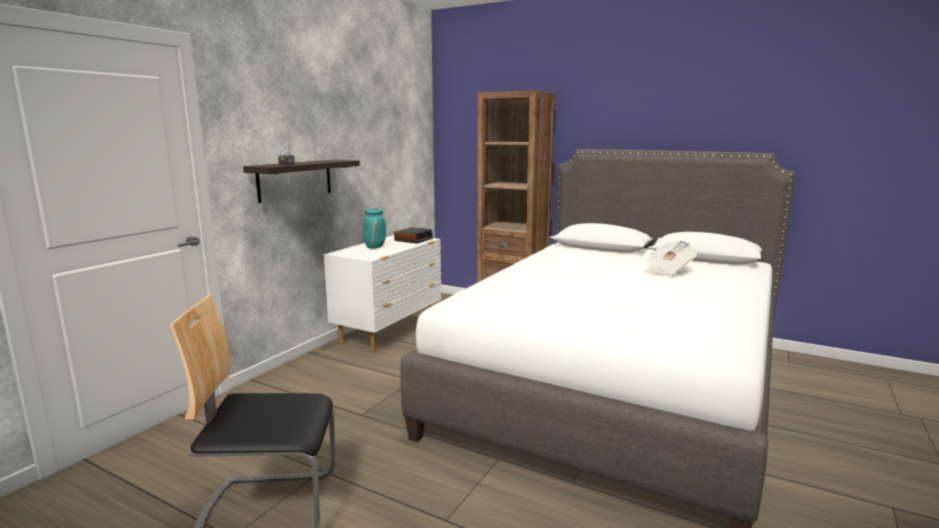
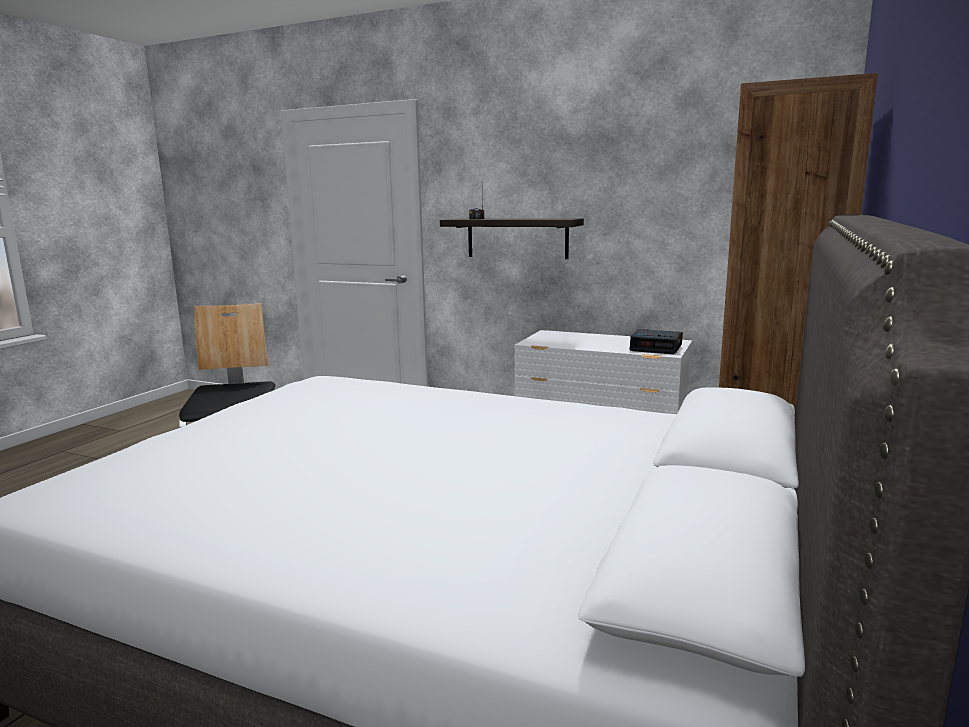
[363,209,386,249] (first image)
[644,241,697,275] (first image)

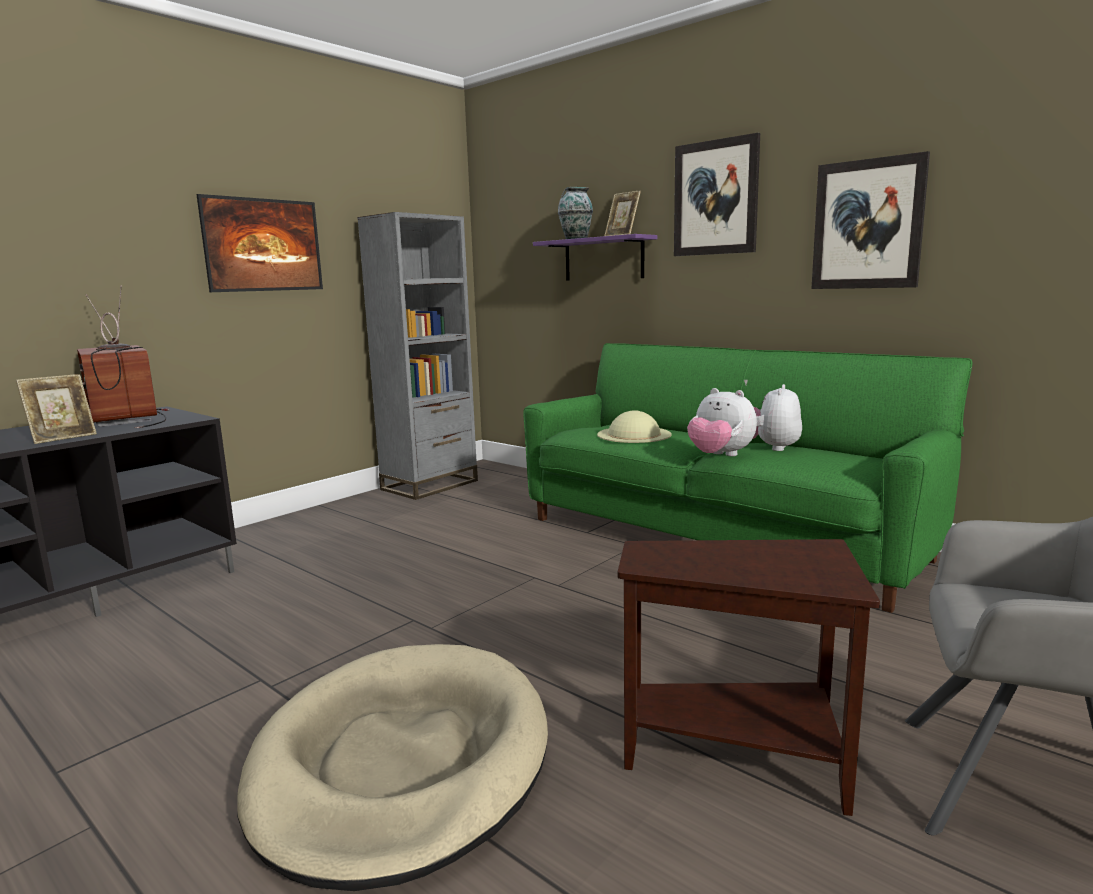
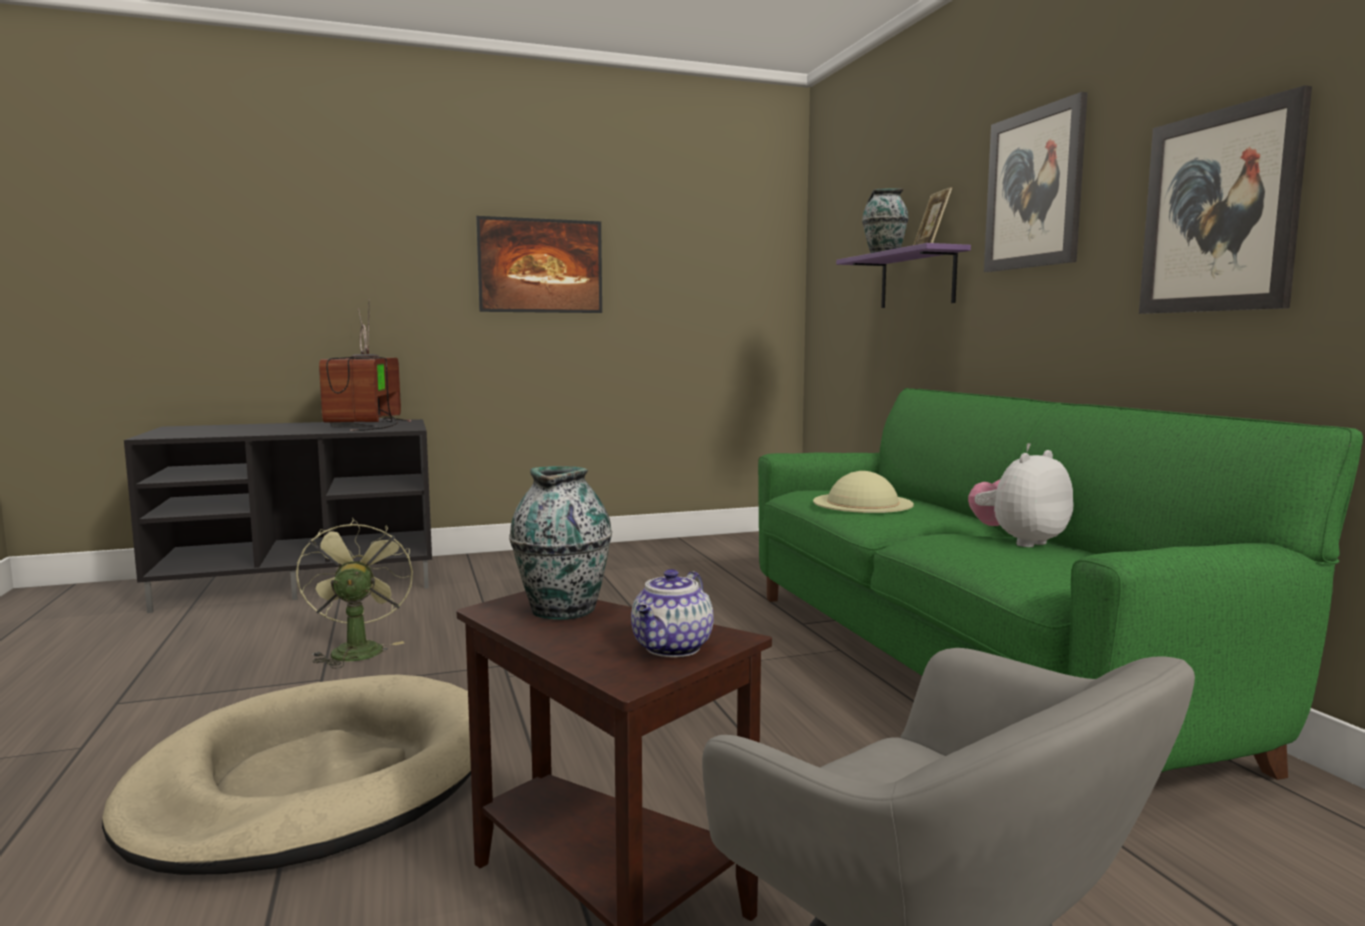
[16,374,97,444] (first image)
[357,212,478,500] (first image)
[687,388,757,456] (first image)
[296,518,413,669]
[509,466,612,620]
[631,569,714,657]

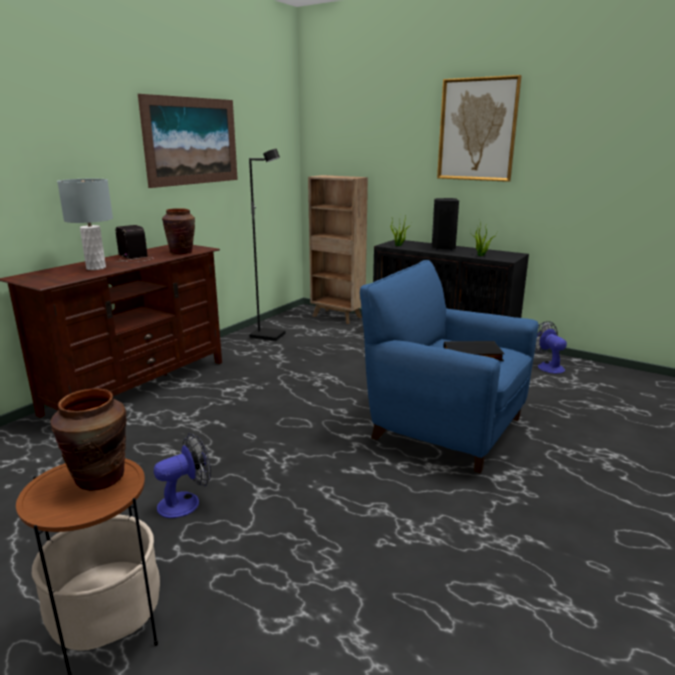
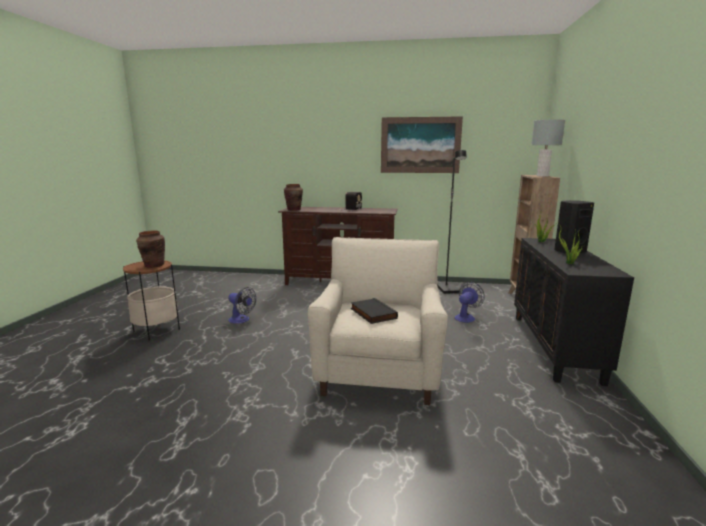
[437,75,522,182] (first image)
[532,119,565,177]
[284,184,303,211]
[455,282,485,323]
[308,237,448,405]

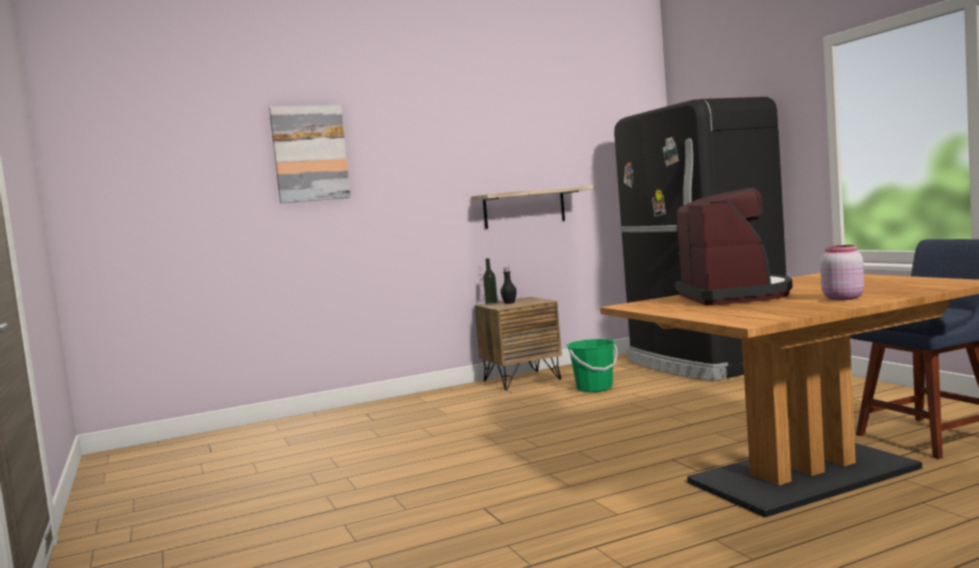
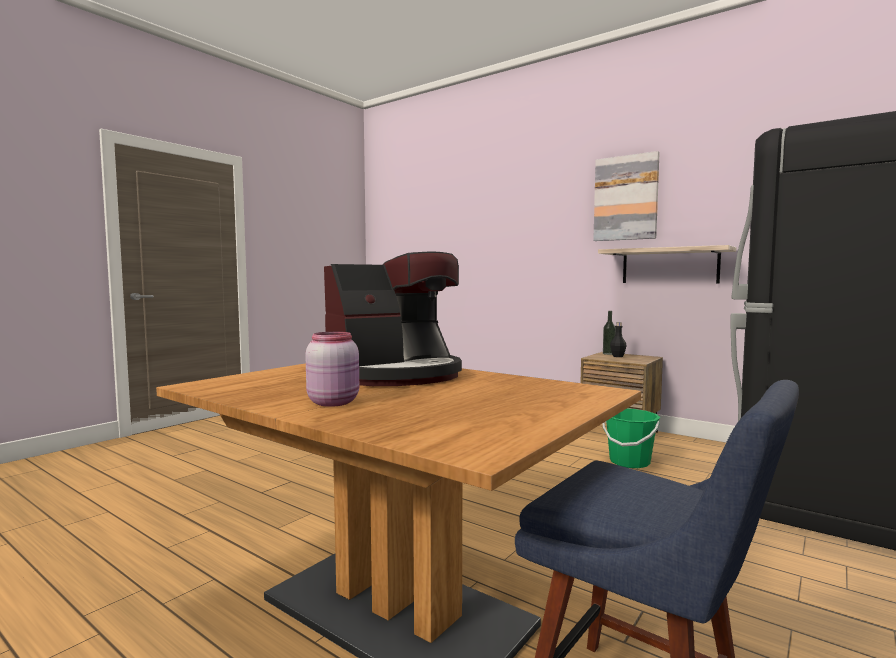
[593,151,660,241]

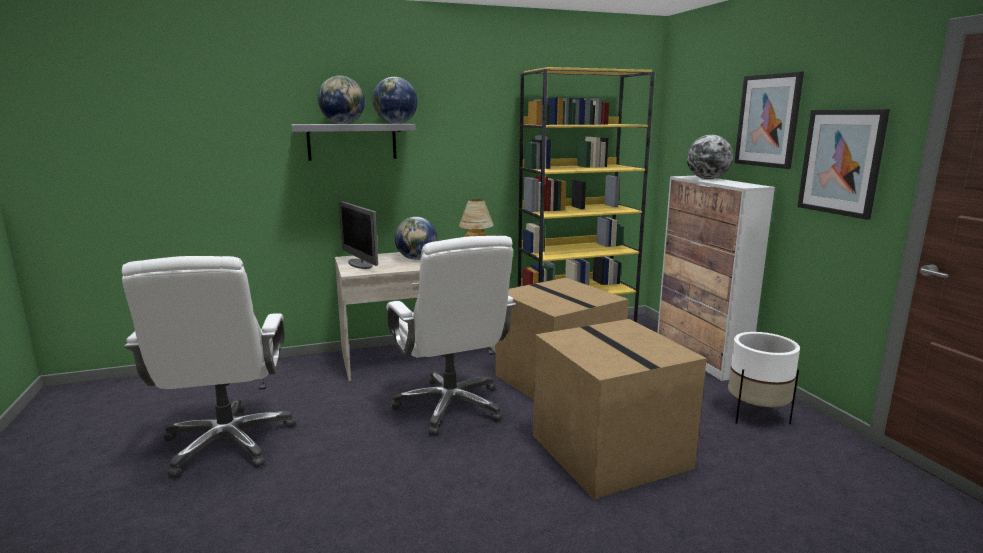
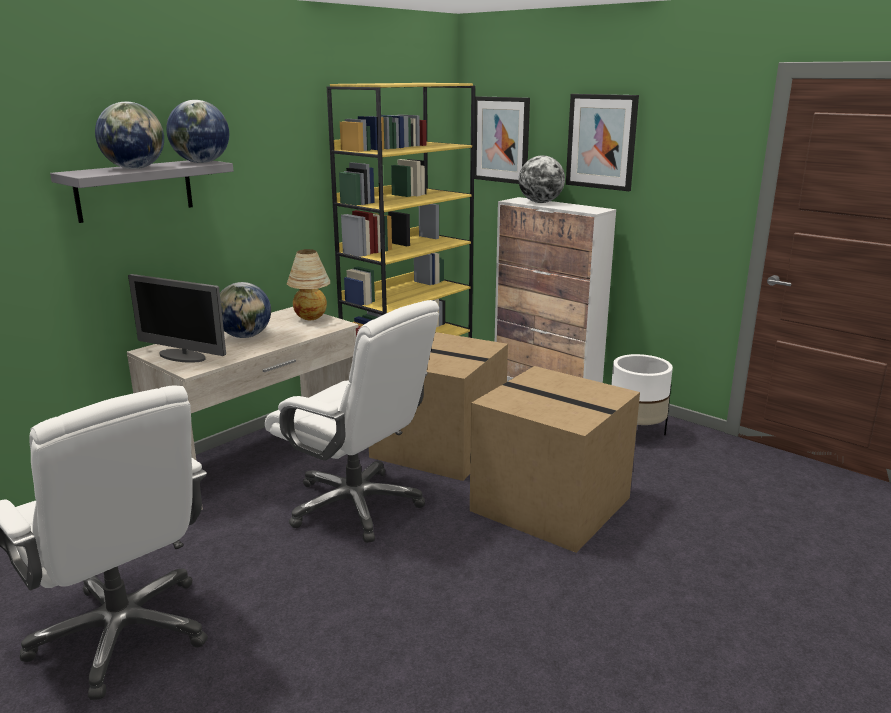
[474,96,530,184]

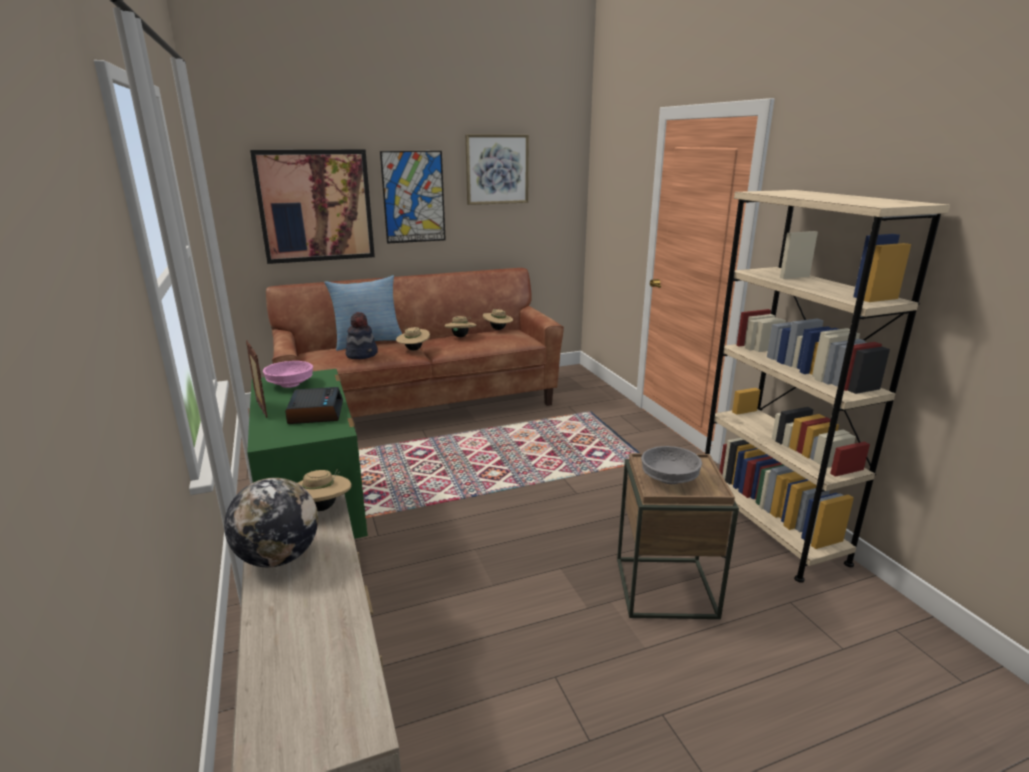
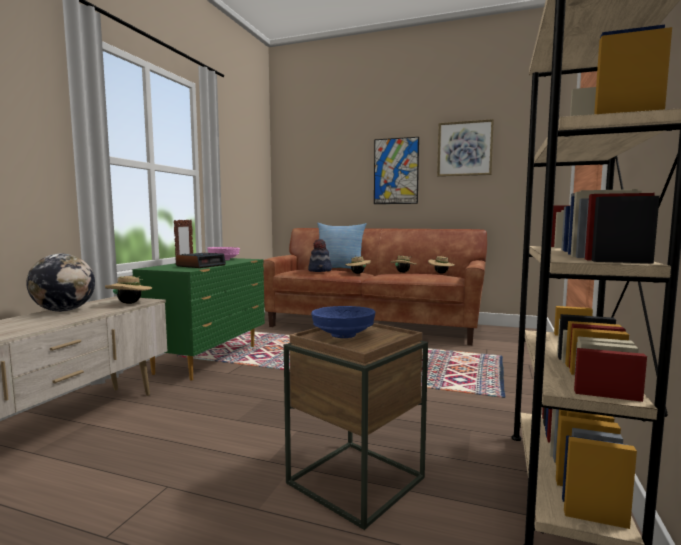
[250,149,375,264] (first image)
[311,306,375,338]

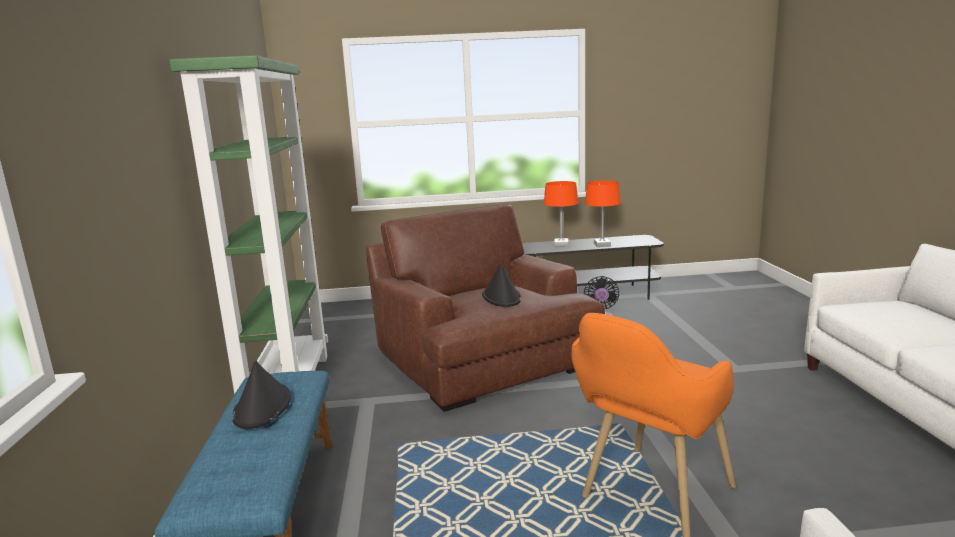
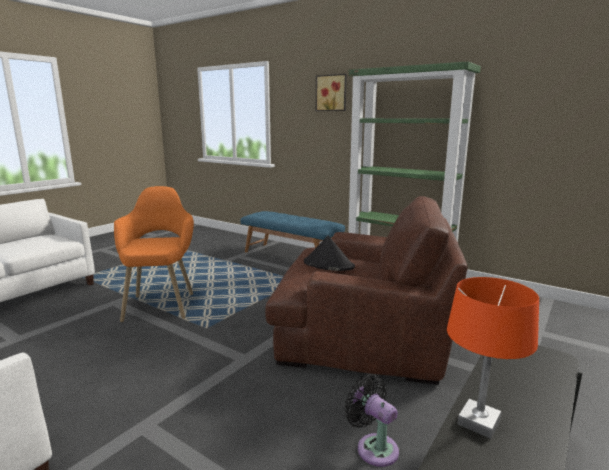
[232,361,291,429] (first image)
[544,181,578,247] (first image)
[316,74,347,111]

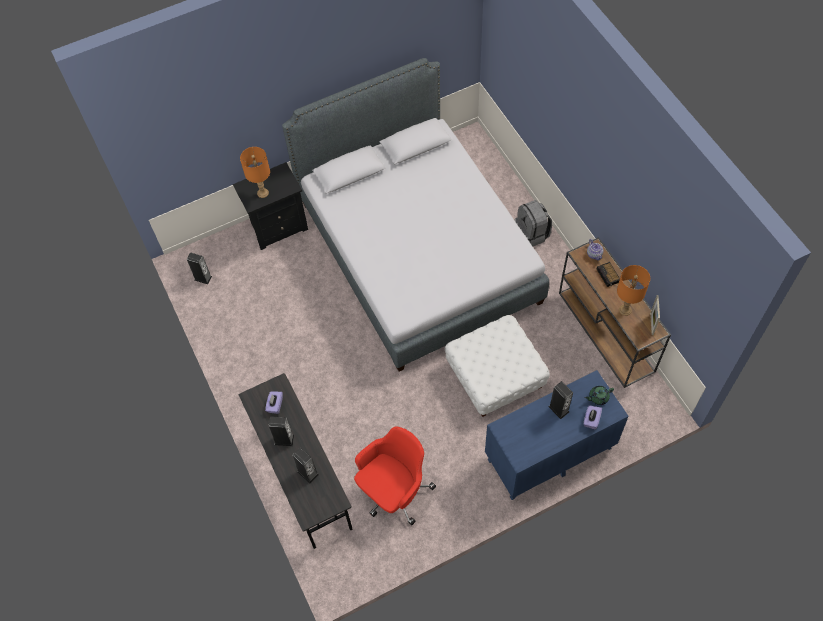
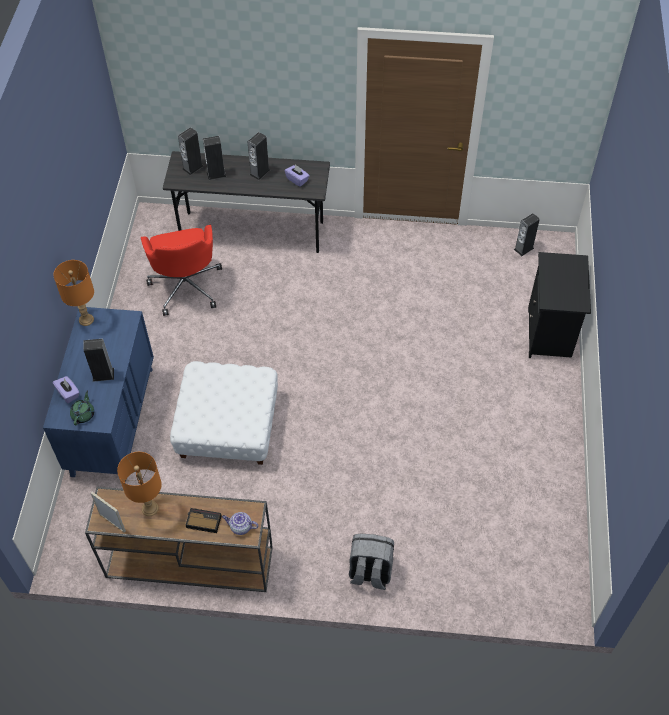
[282,58,549,372] (first image)
[178,127,203,175]
[53,260,94,326]

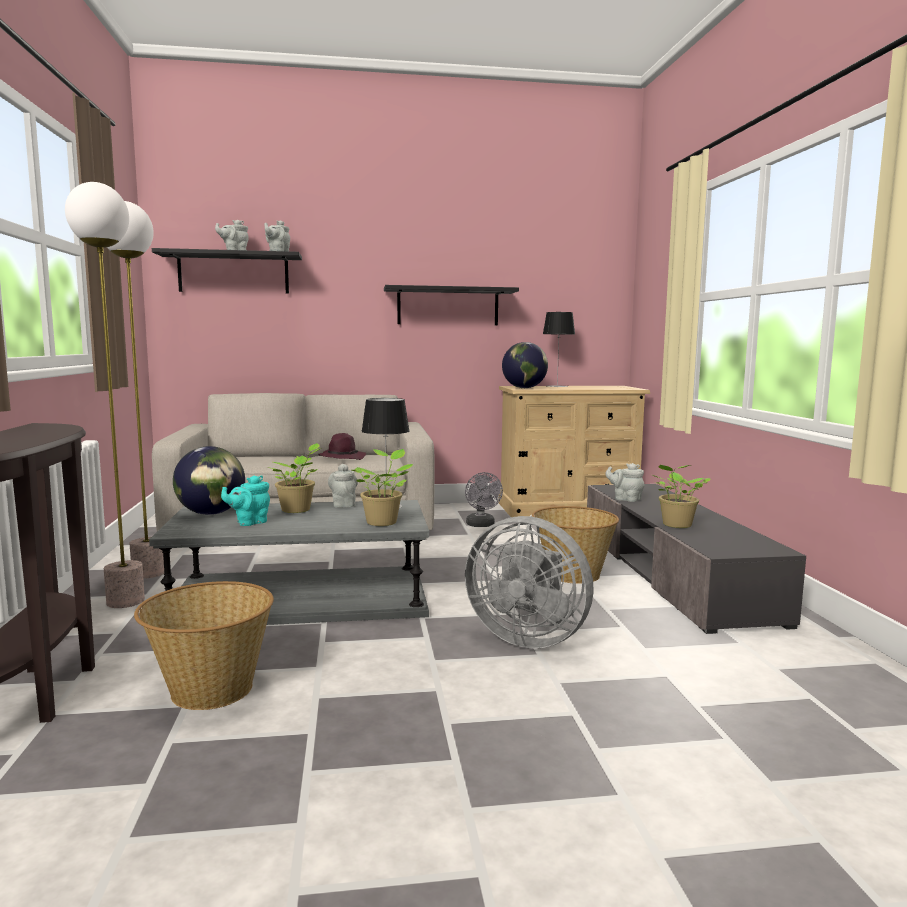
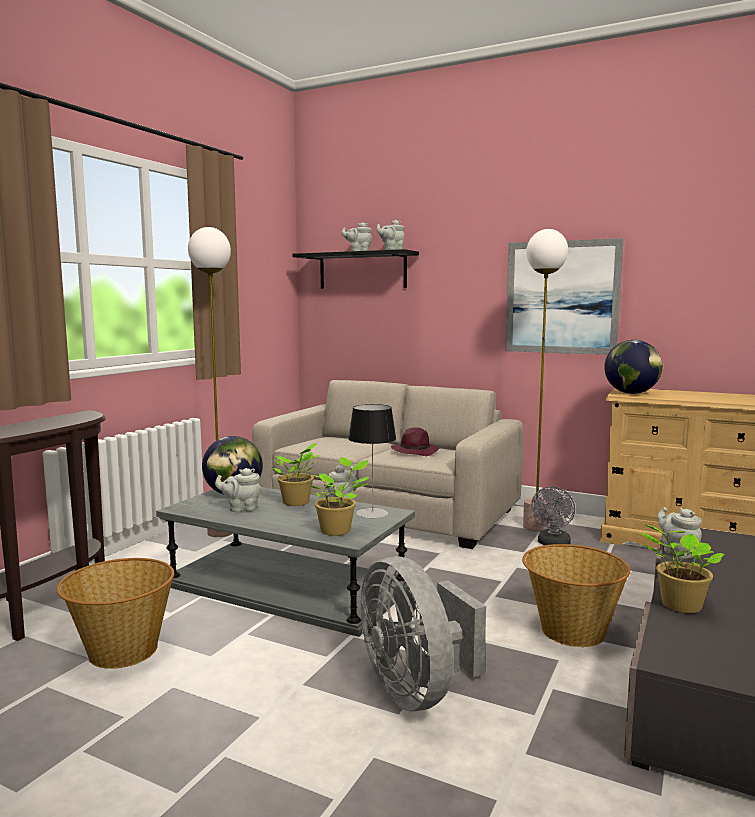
[543,312,575,387] (first image)
[523,229,568,532]
[505,238,624,355]
[215,468,261,512]

